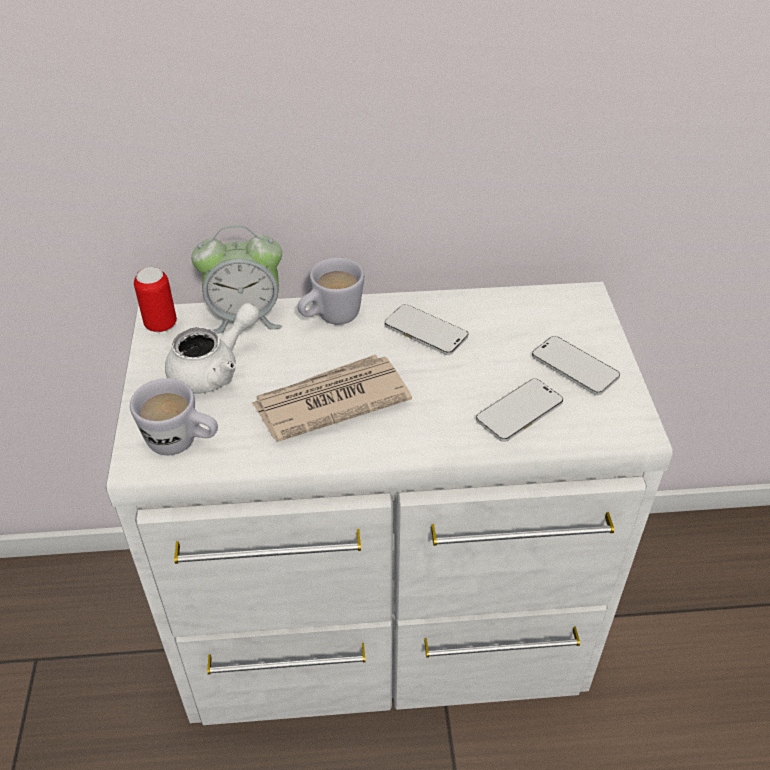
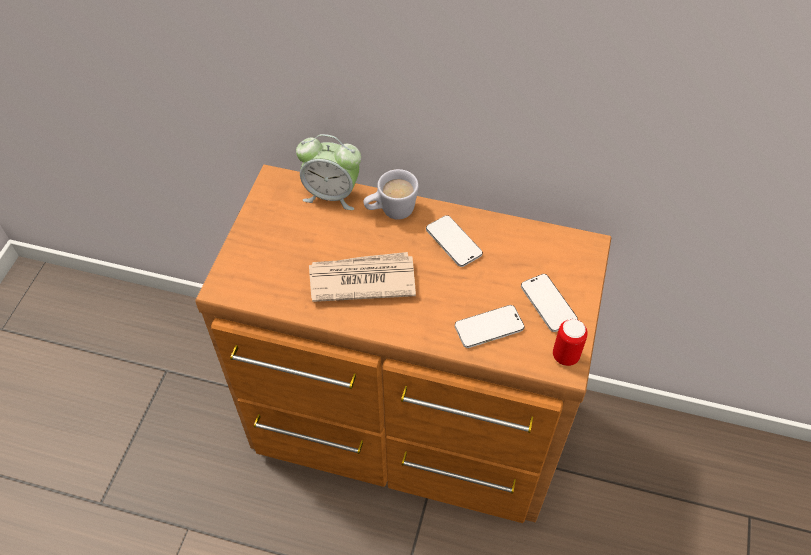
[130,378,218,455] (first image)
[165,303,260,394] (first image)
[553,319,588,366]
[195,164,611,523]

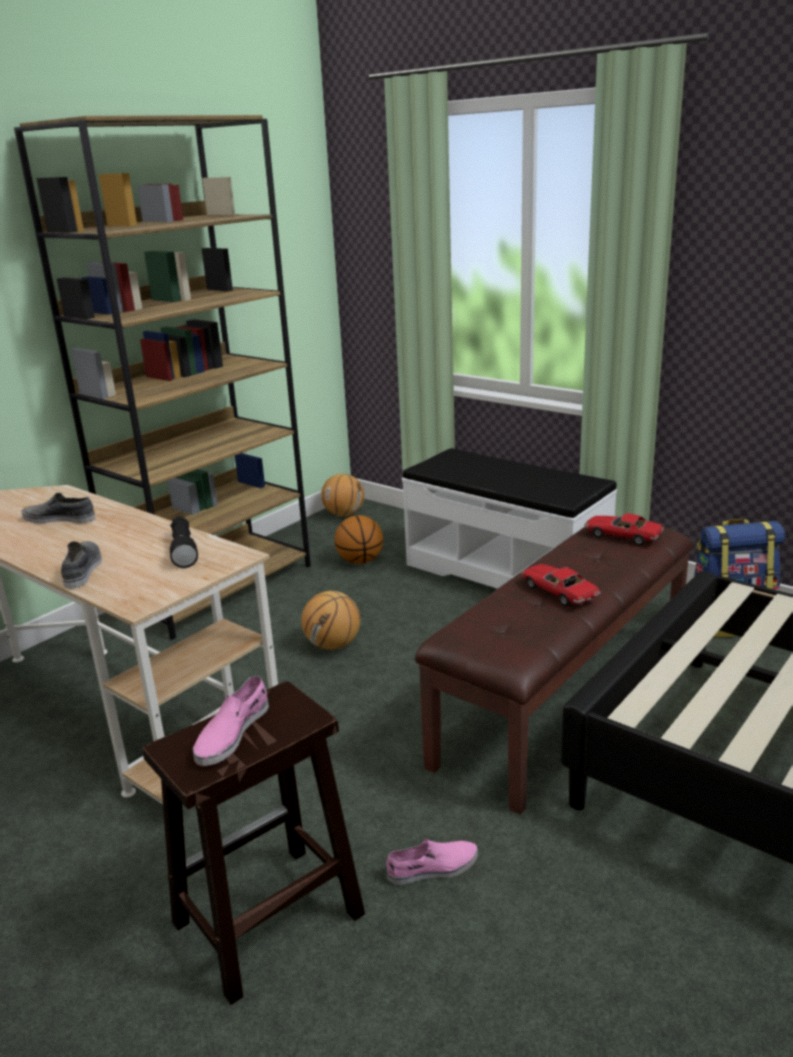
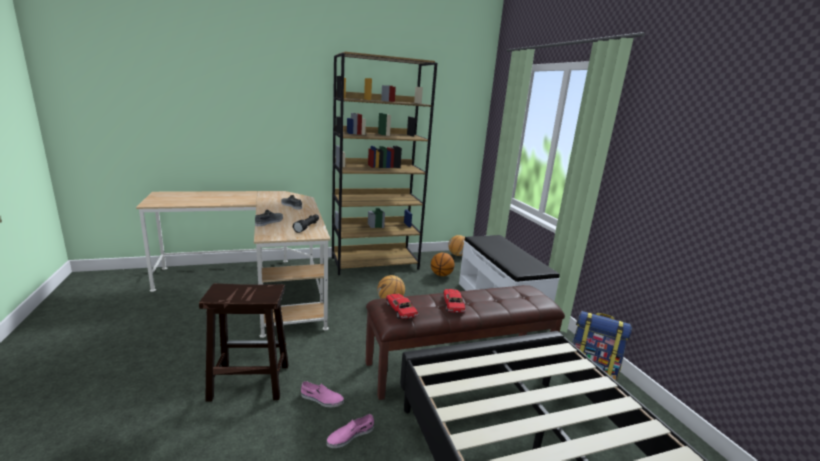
[326,414,374,448]
[386,294,419,319]

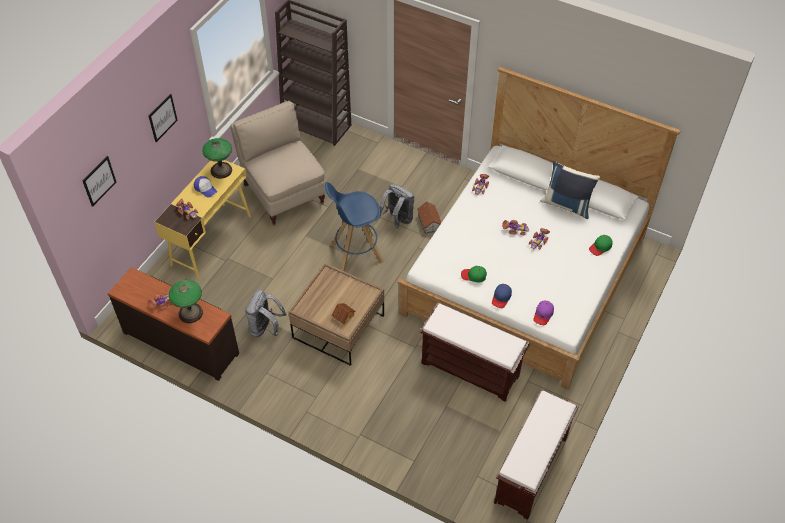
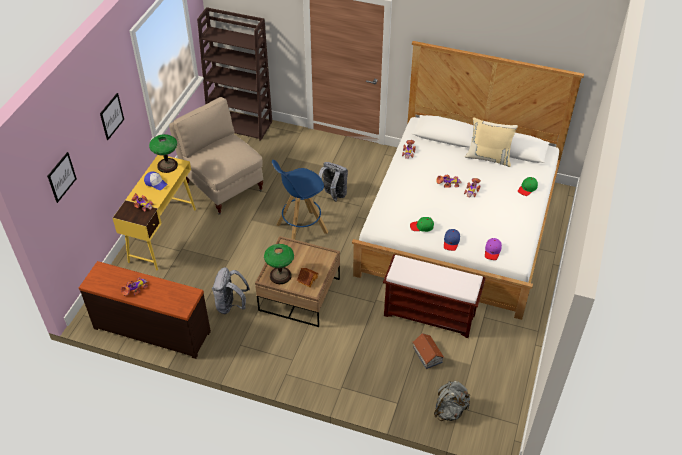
[494,390,579,520] (first image)
[434,381,471,421]
[264,244,294,284]
[413,333,444,369]
[465,118,518,167]

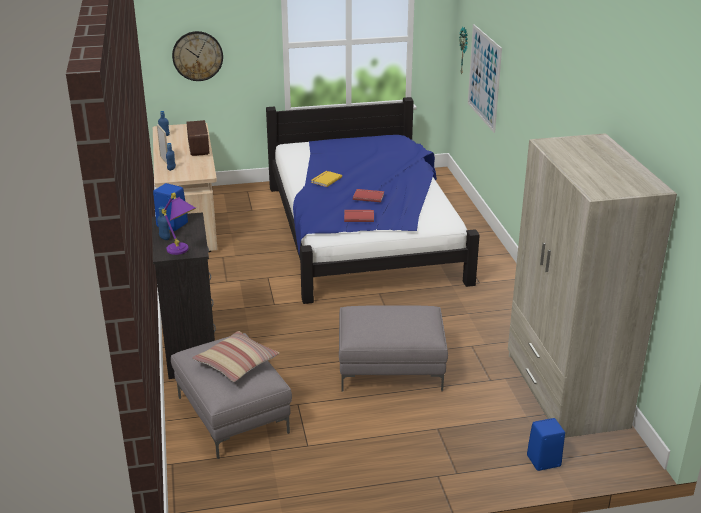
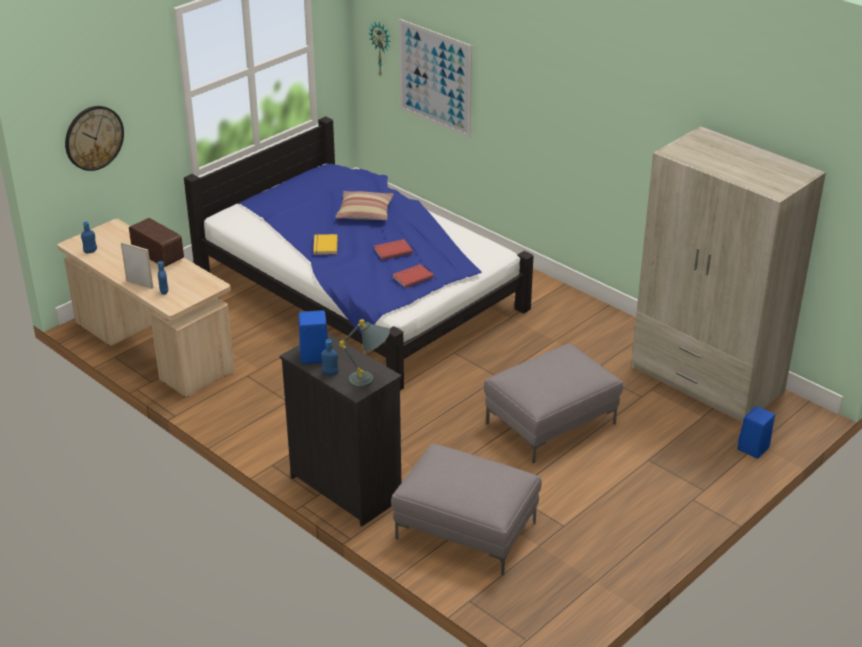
[335,191,394,220]
[339,319,390,388]

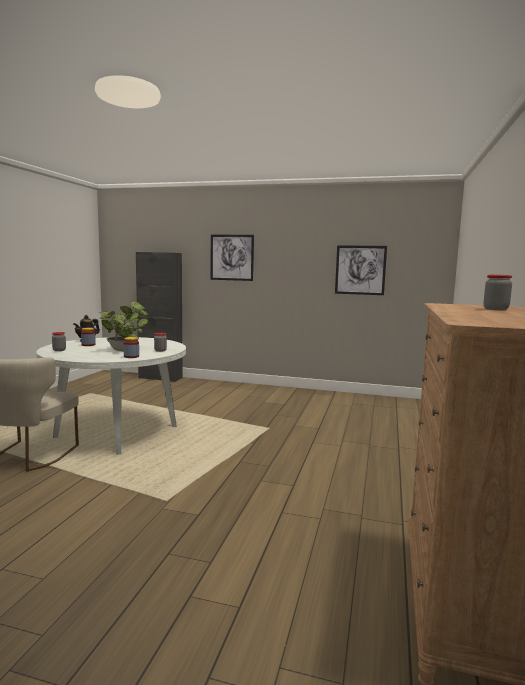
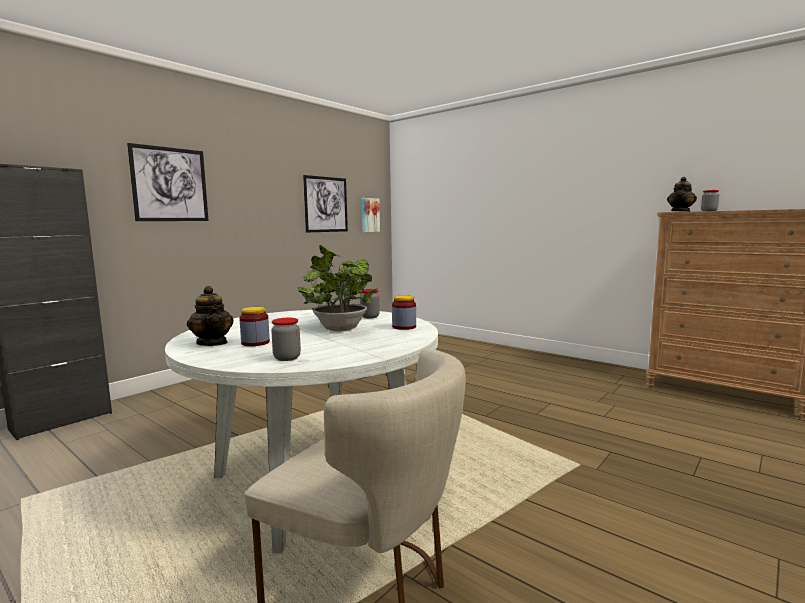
[362,198,380,232]
[667,177,697,212]

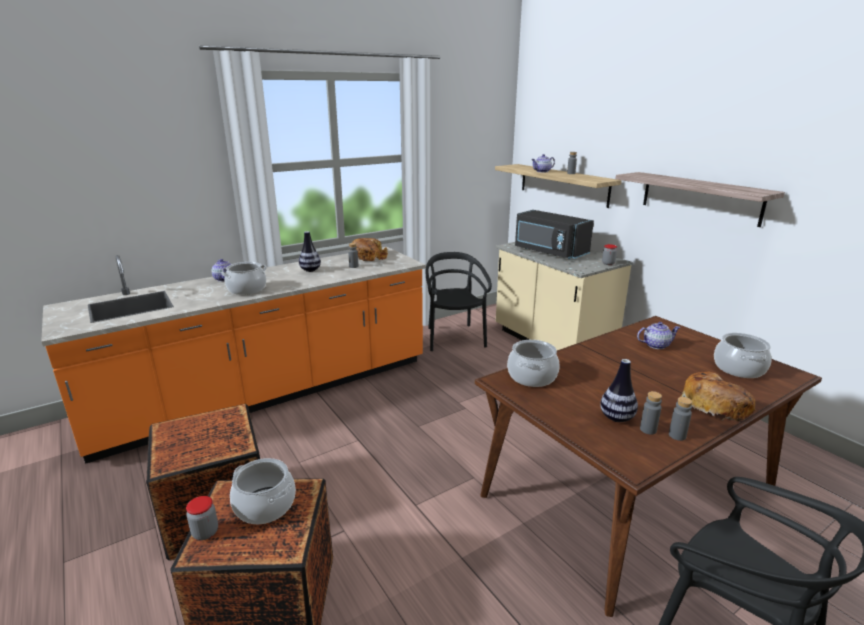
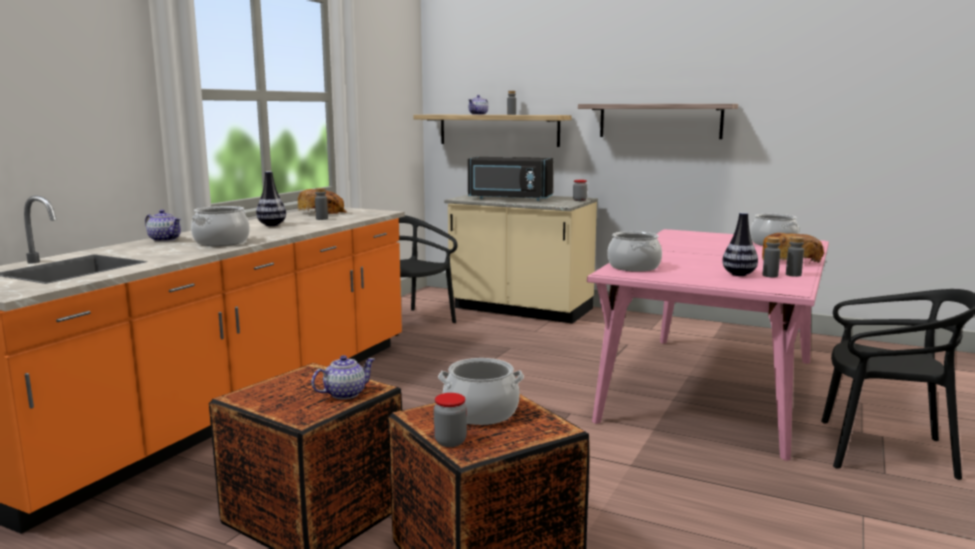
[311,355,375,399]
[587,229,829,461]

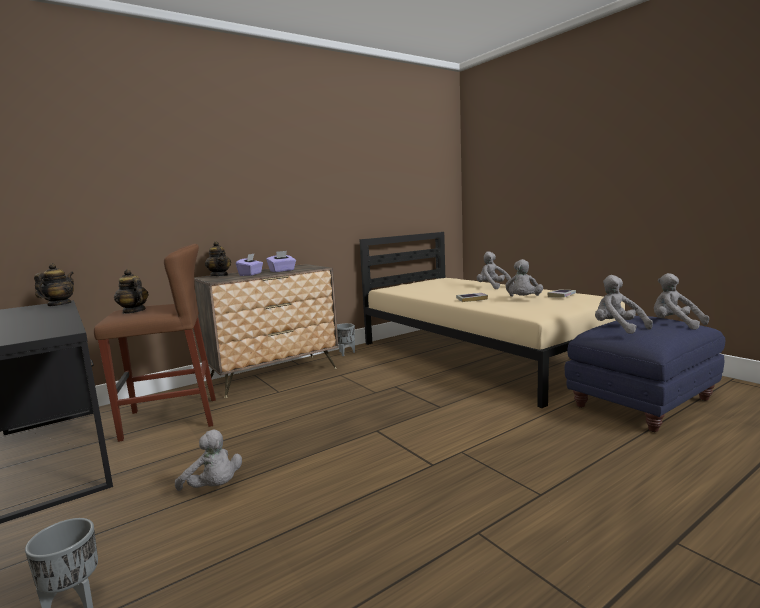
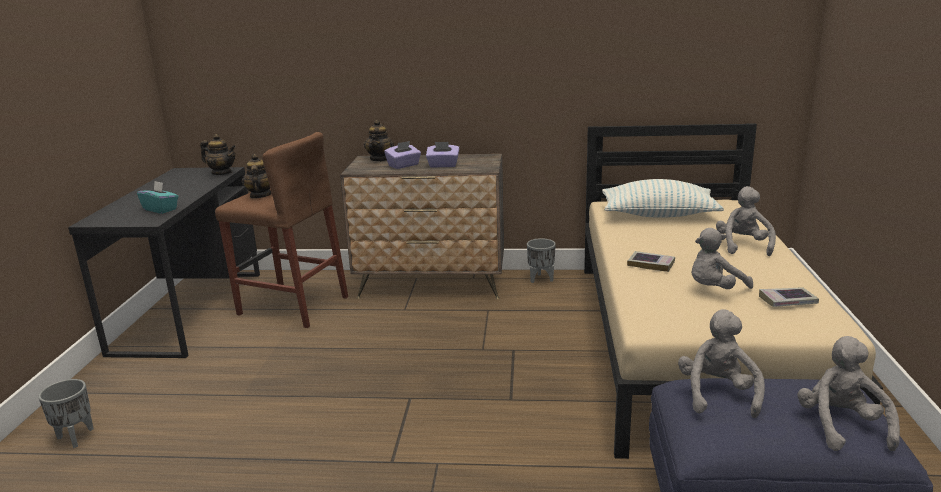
[175,430,242,491] (first image)
[137,181,178,214]
[602,179,724,217]
[200,134,236,175]

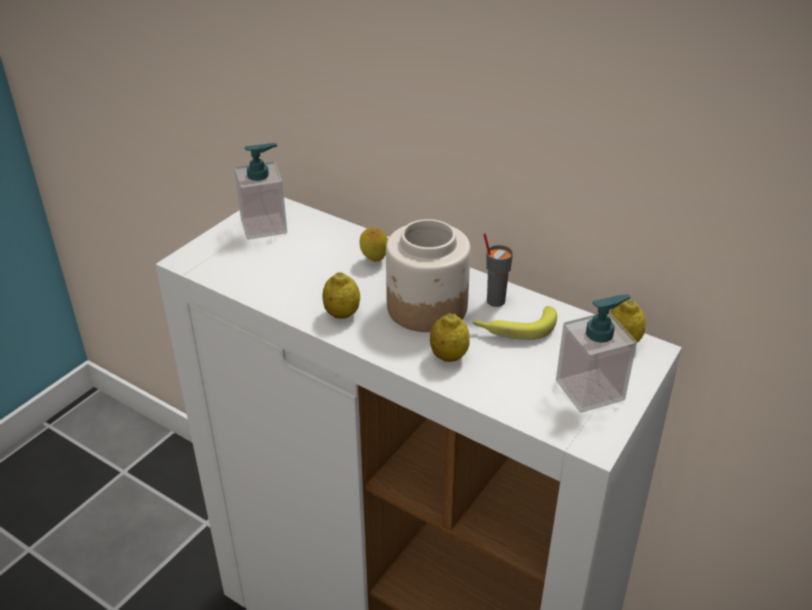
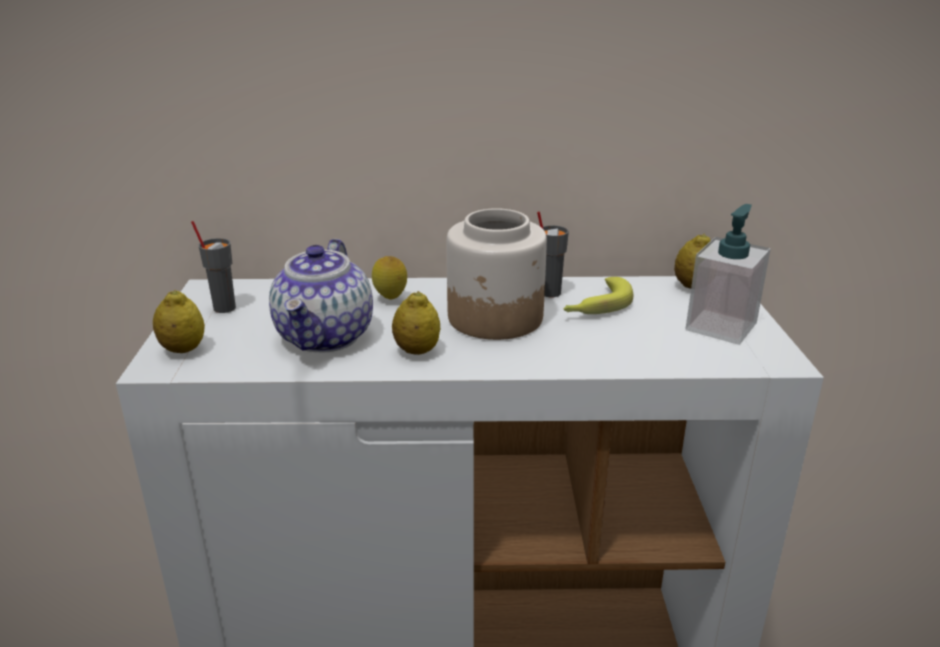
[269,239,373,352]
[153,290,205,353]
[191,221,236,313]

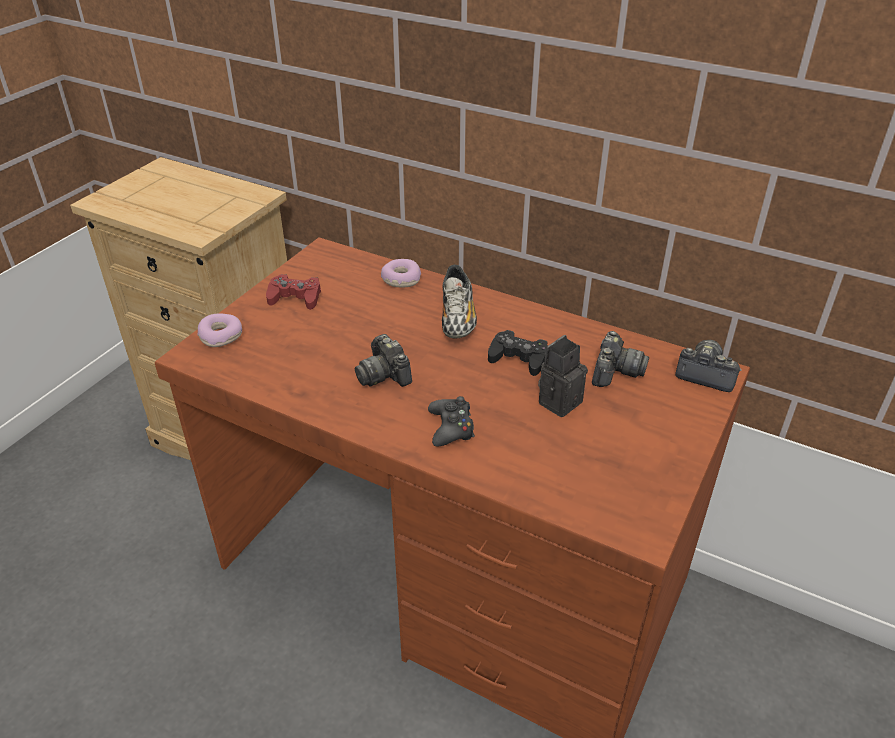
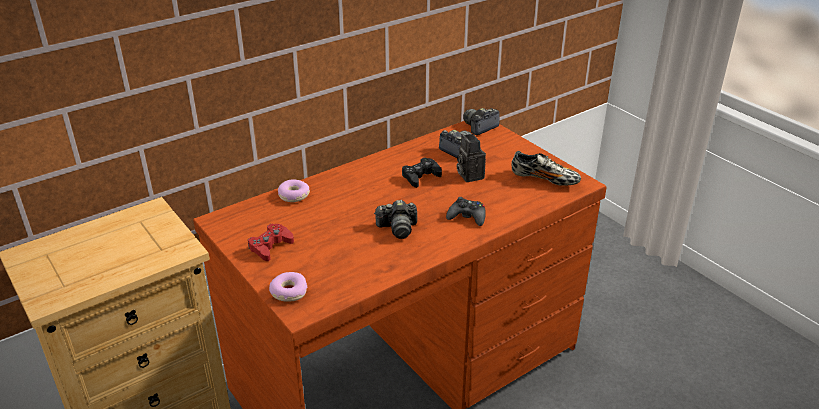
[511,151,581,186]

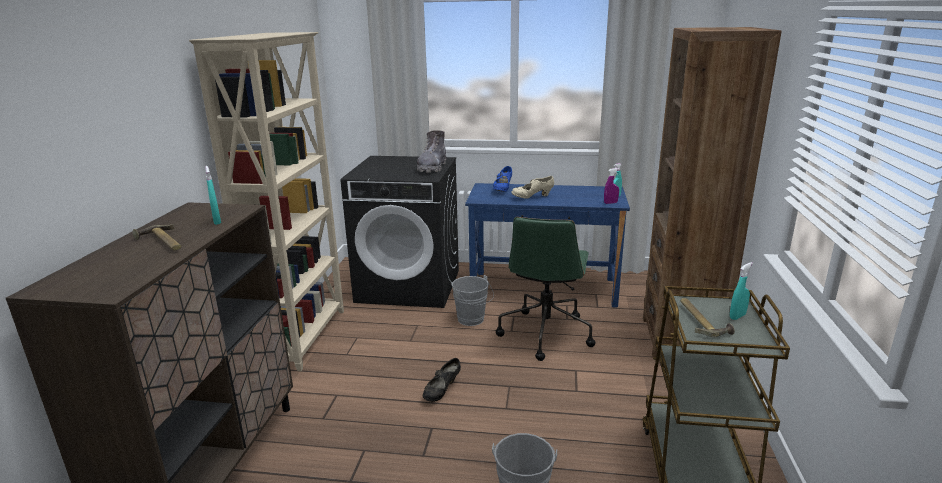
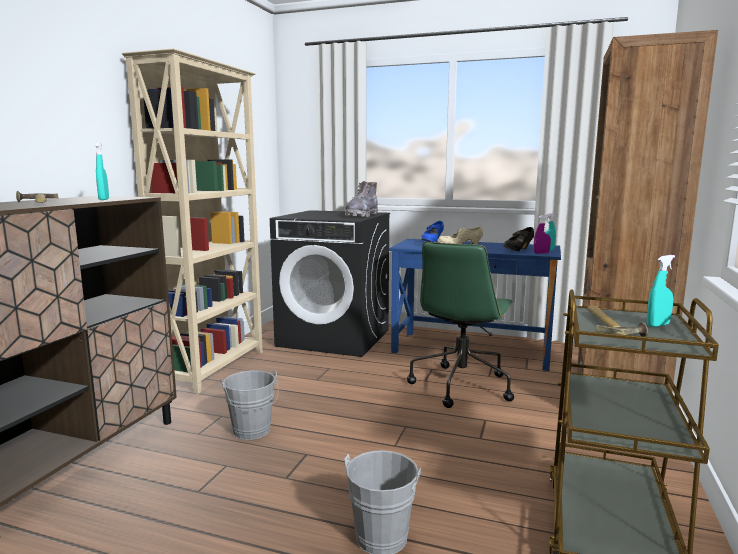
[504,227,534,251]
[221,370,278,440]

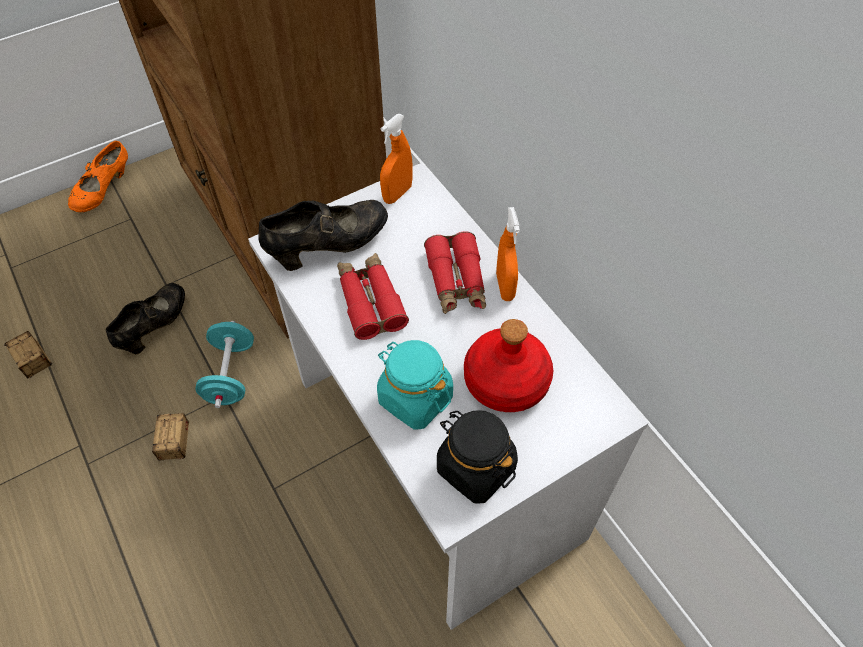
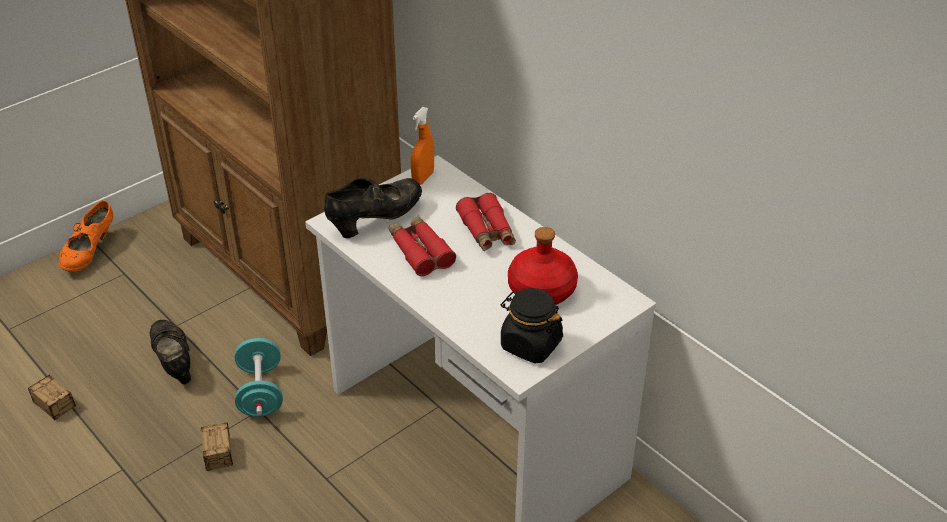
[377,340,453,430] (first image)
[496,207,520,301] (first image)
[150,320,191,384]

